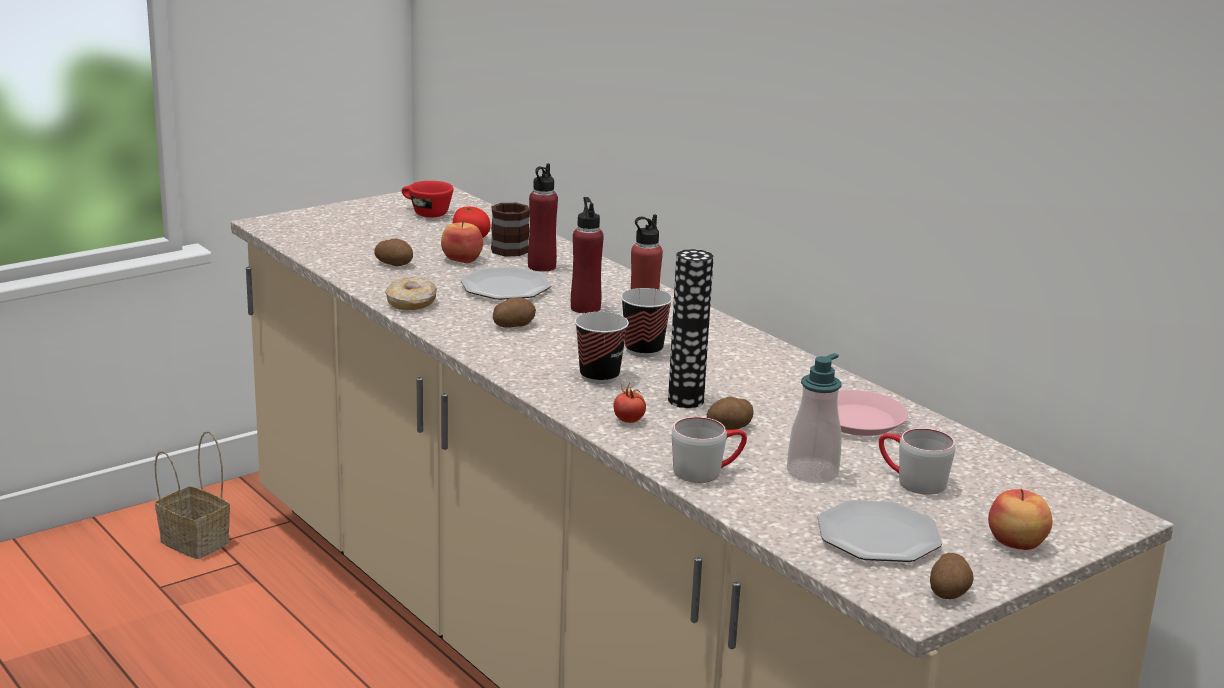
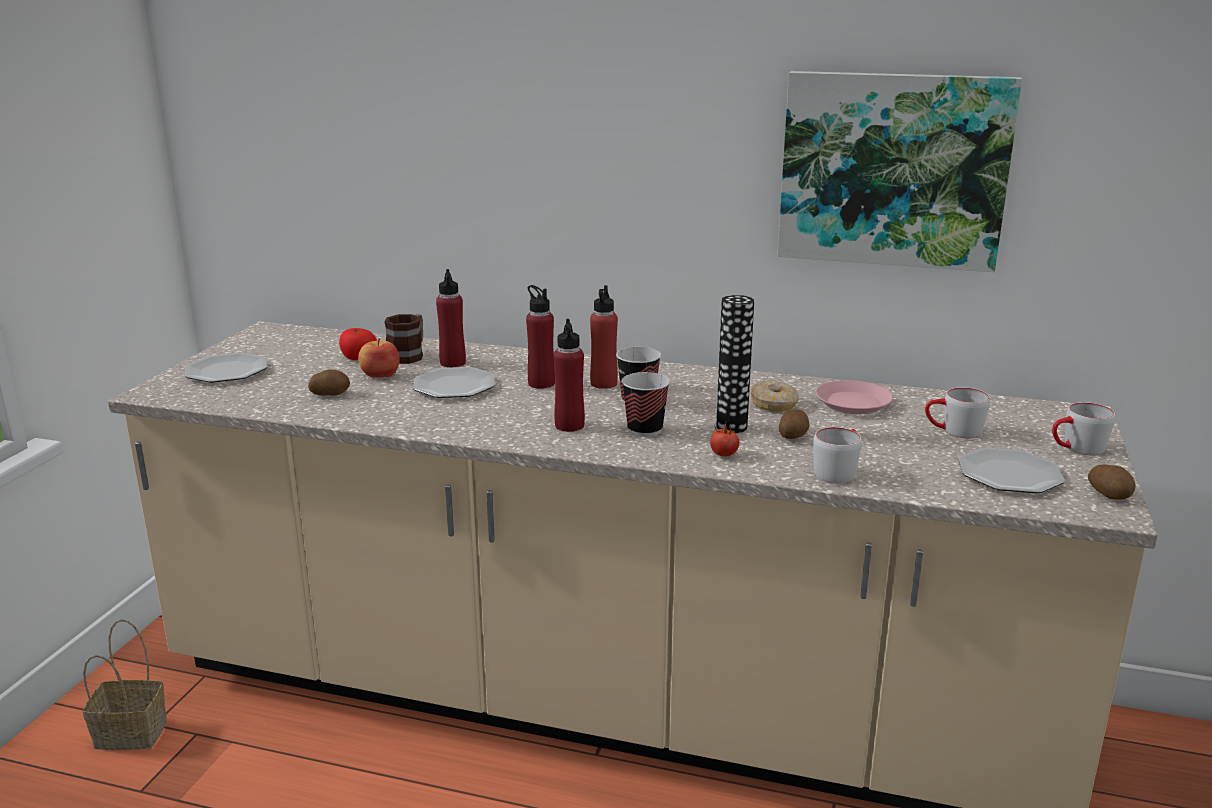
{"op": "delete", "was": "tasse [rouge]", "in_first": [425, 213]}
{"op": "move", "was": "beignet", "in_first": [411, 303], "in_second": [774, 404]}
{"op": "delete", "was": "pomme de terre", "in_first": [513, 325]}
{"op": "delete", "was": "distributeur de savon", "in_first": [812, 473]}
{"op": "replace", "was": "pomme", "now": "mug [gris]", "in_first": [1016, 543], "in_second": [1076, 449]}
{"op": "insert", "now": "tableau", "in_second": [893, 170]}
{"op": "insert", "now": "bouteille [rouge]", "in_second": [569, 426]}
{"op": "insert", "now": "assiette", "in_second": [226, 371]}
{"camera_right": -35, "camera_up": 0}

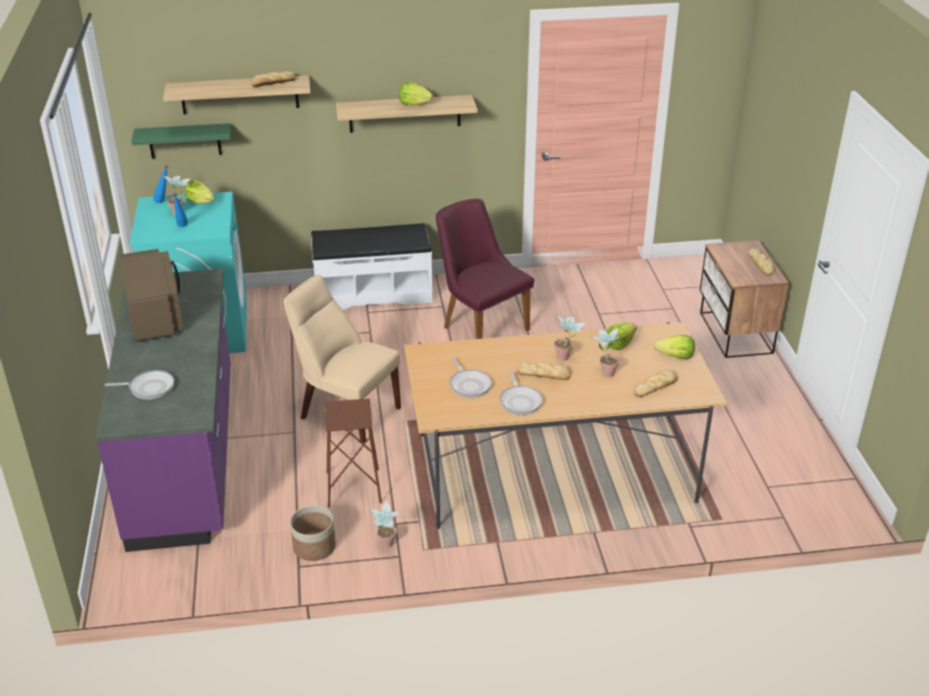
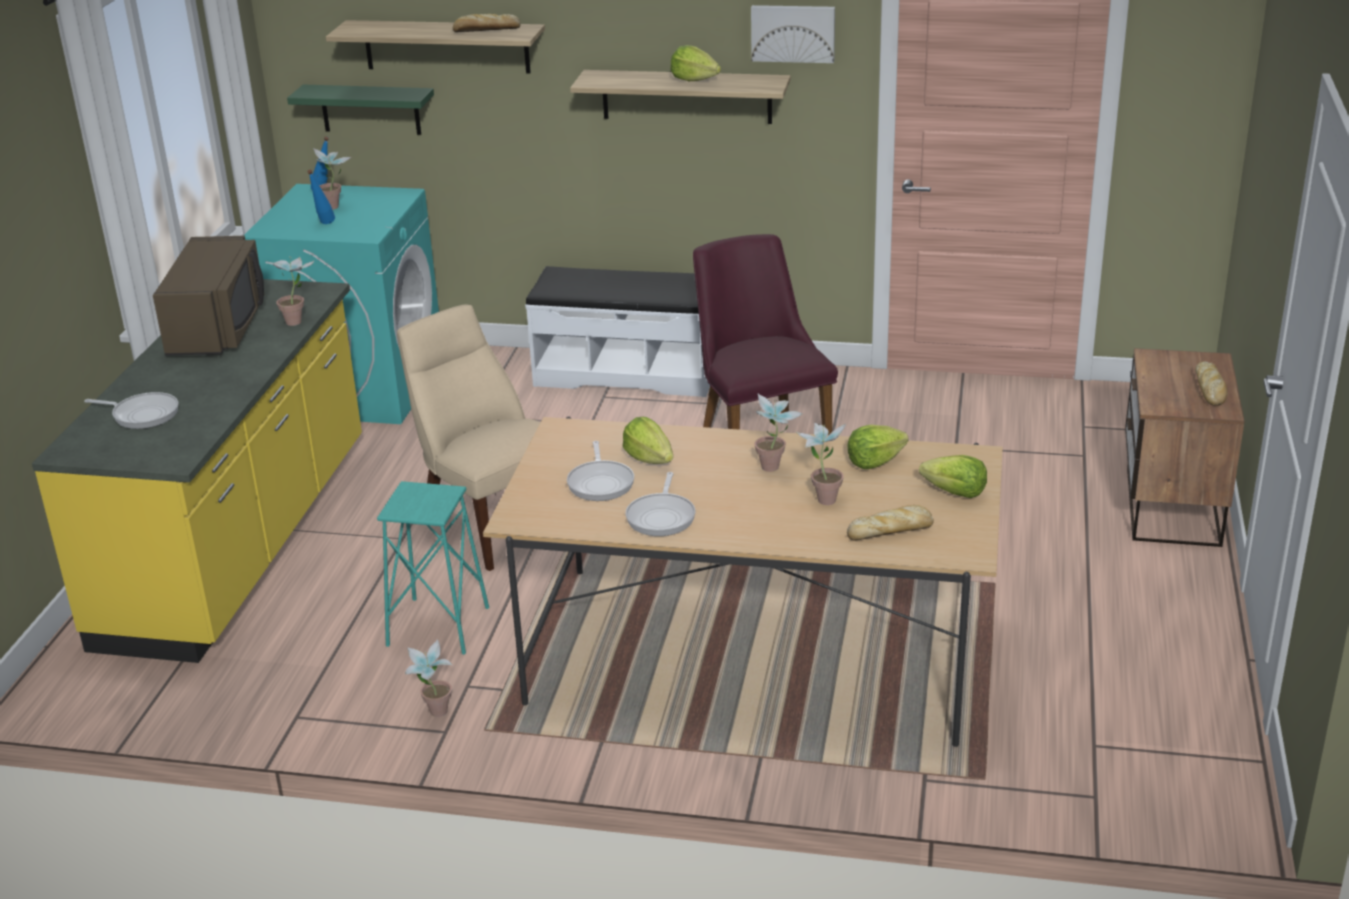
{"op": "move", "was": "laitue", "in_first": [200, 202], "in_second": [649, 459]}
{"op": "recolor", "was": "comptoir de cuisine [violet]", "now": "comptoir de cuisine [jaune]", "in_first": [186, 455], "in_second": [240, 544]}
{"op": "delete", "was": "pain", "in_first": [544, 375]}
{"op": "recolor", "was": "tabouret [marron]", "now": "tabouret [turquoise]", "in_first": [353, 487], "in_second": [438, 626]}
{"op": "delete", "was": "cache-pot", "in_first": [314, 546]}
{"op": "insert", "now": "tableau", "in_second": [793, 33]}
{"op": "insert", "now": "plante en pot", "in_second": [298, 320]}
{"camera_right": 20, "camera_up": -5}

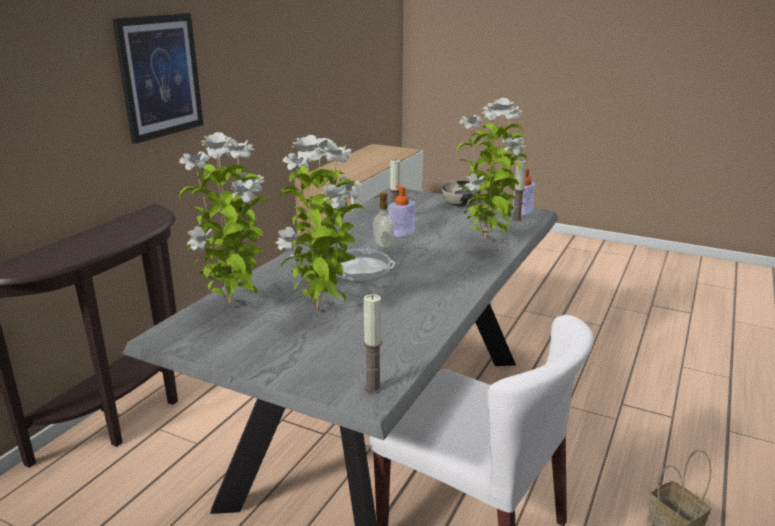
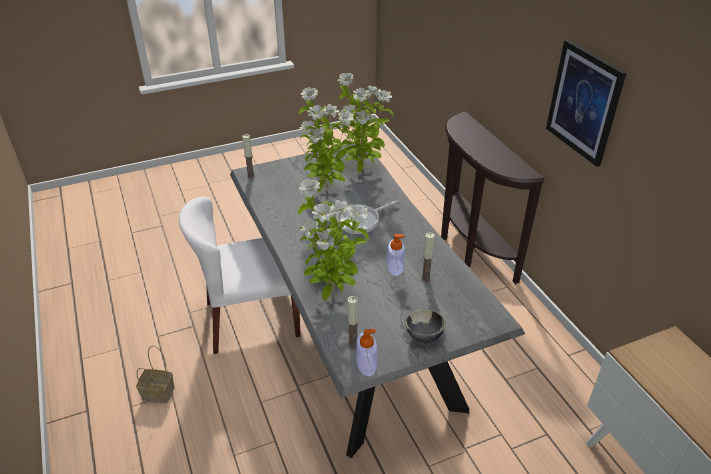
{"op": "delete", "was": "distributeur de savon", "in_first": [382, 245]}
{"camera_right": 130, "camera_up": 15}

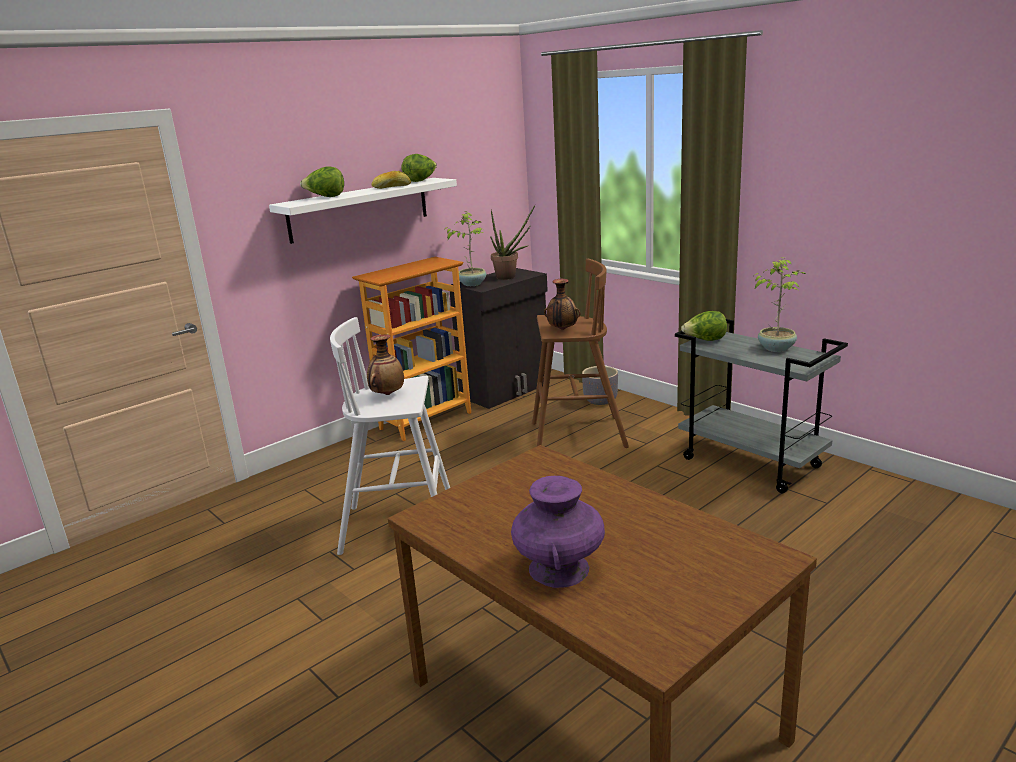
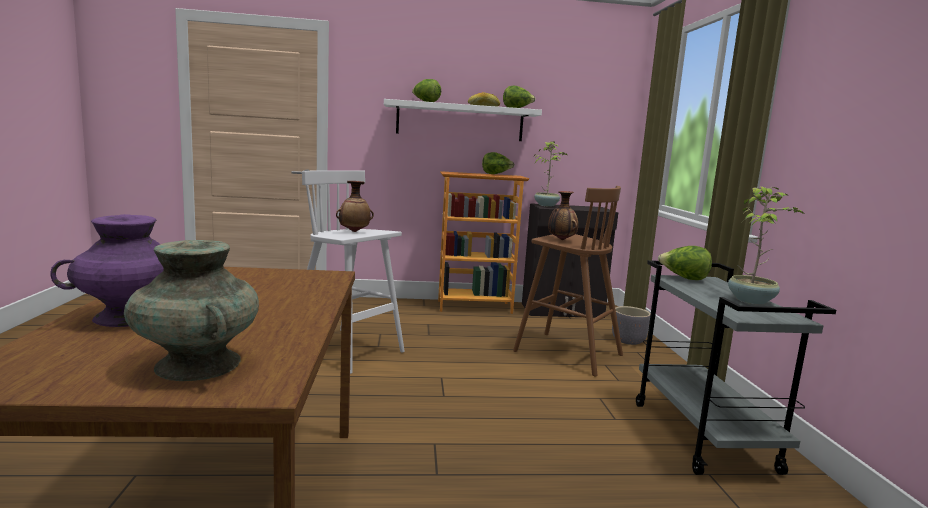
{"op": "delete", "was": "plante en pot", "in_first": [510, 277]}
{"op": "insert", "now": "laitue", "in_second": [496, 174]}
{"op": "insert", "now": "vase [turquoise]", "in_second": [198, 365]}
{"camera_right": 35, "camera_up": -10}

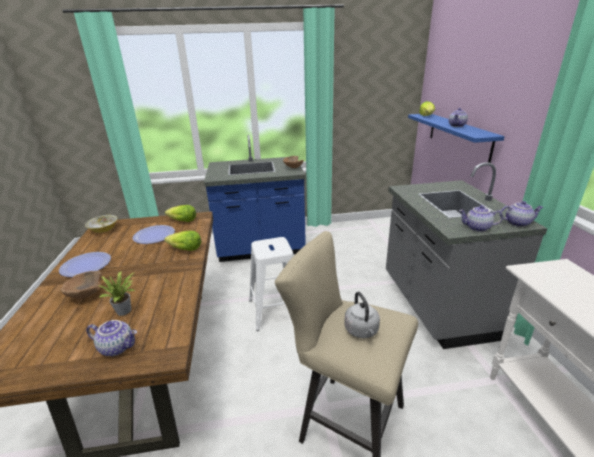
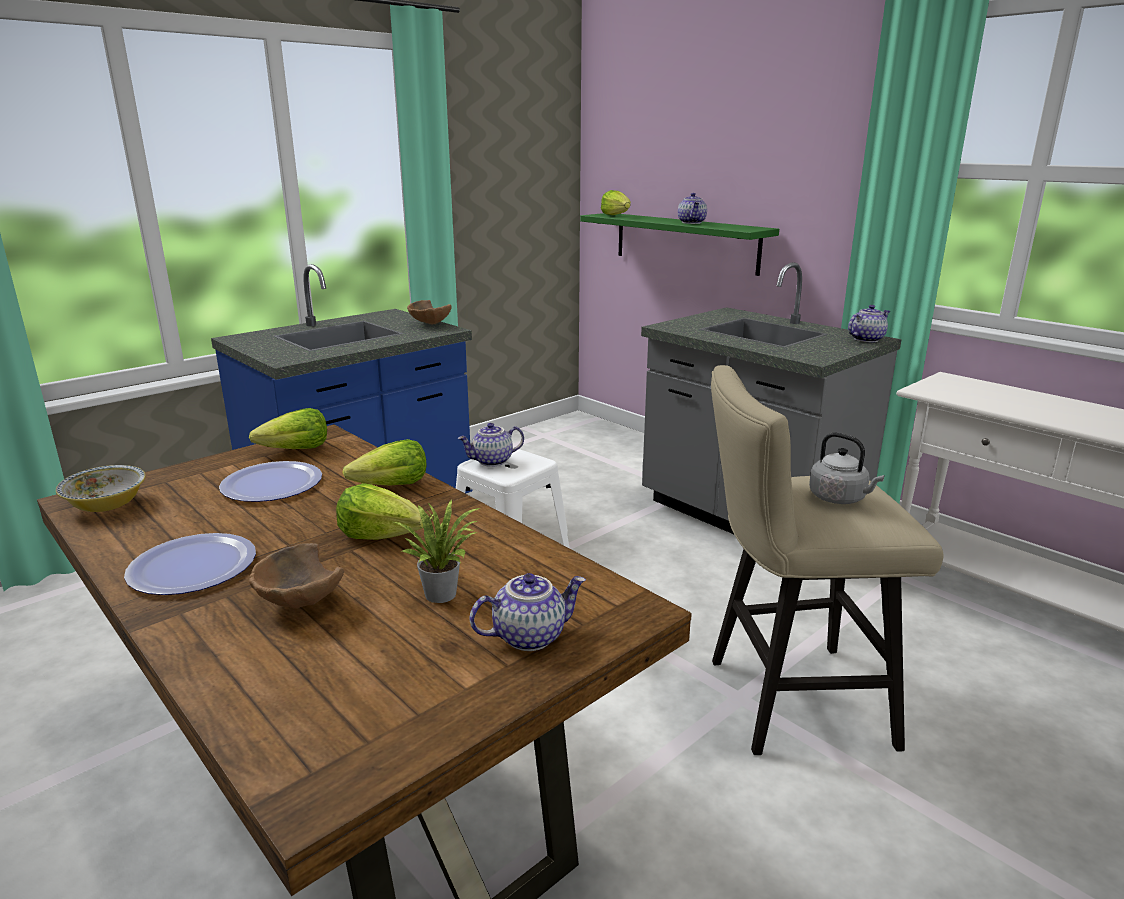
{"op": "recolor", "was": "étagère [bleu]", "now": "étagère [vert]", "in_first": [458, 136], "in_second": [685, 242]}
{"op": "move", "was": "théière", "in_first": [477, 228], "in_second": [492, 461]}
{"op": "insert", "now": "laitue", "in_second": [381, 535]}
{"camera_right": -35, "camera_up": -5}

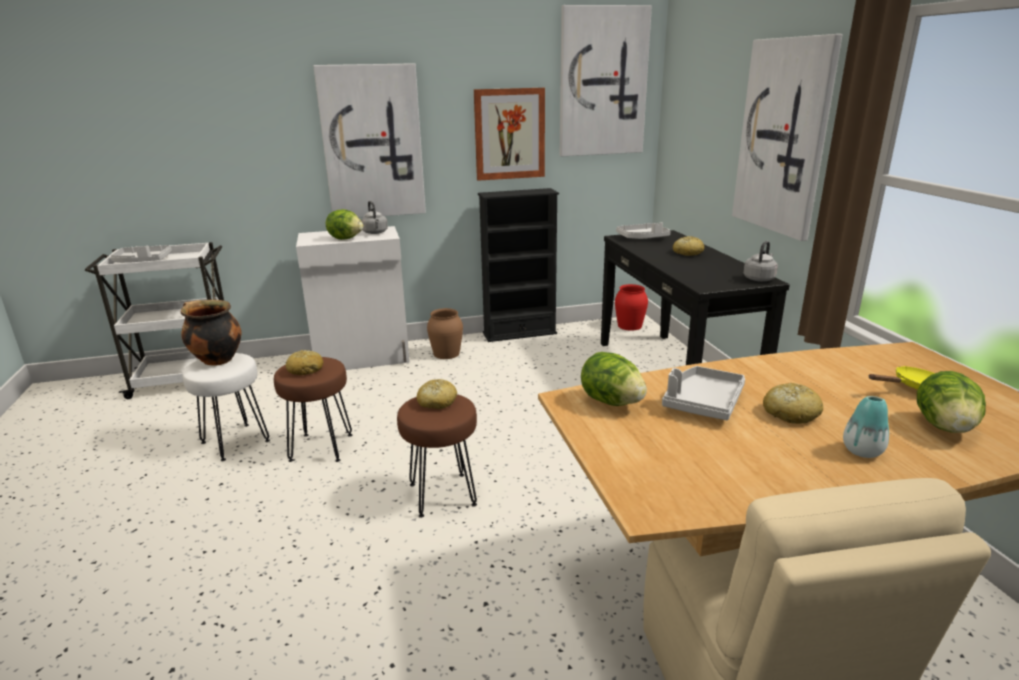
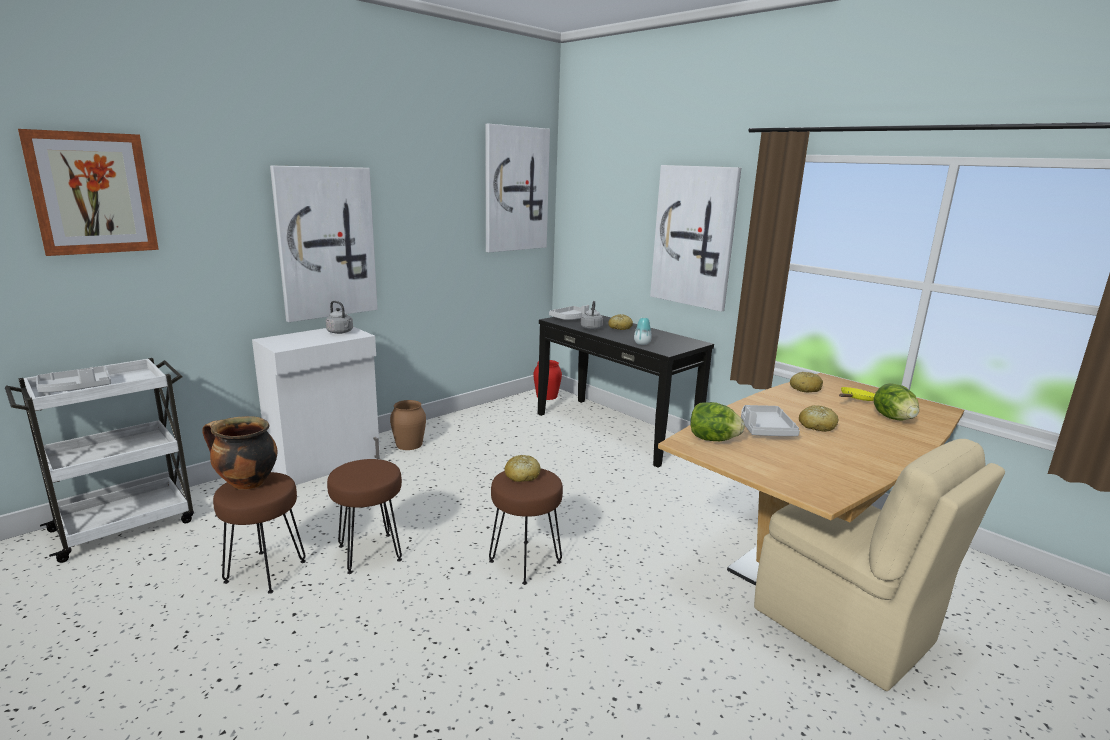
{"op": "move", "was": "tableau", "in_first": [509, 134], "in_second": [92, 193]}
{"op": "delete", "was": "bibliothèque [noir]", "in_first": [519, 333]}
{"op": "delete", "was": "laitue", "in_first": [346, 238]}
{"op": "move", "was": "bouilloire [gris]", "in_first": [759, 278], "in_second": [591, 328]}
{"op": "move", "was": "pain", "in_first": [306, 369], "in_second": [805, 389]}
{"op": "recolor", "was": "tabouret [blanc]", "now": "tabouret [marron]", "in_first": [235, 441], "in_second": [265, 571]}
{"op": "move", "was": "vase", "in_first": [862, 451], "in_second": [642, 343]}
{"camera_right": -30, "camera_up": -5}

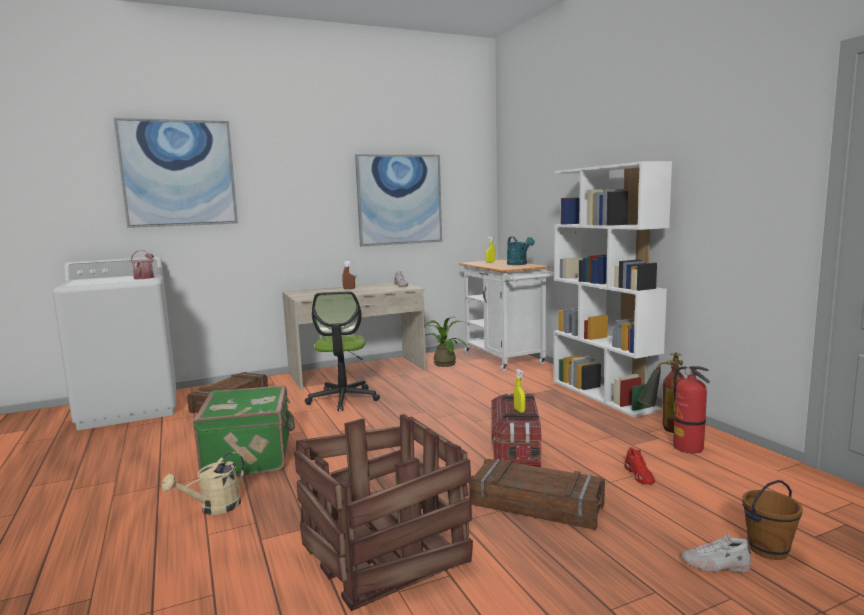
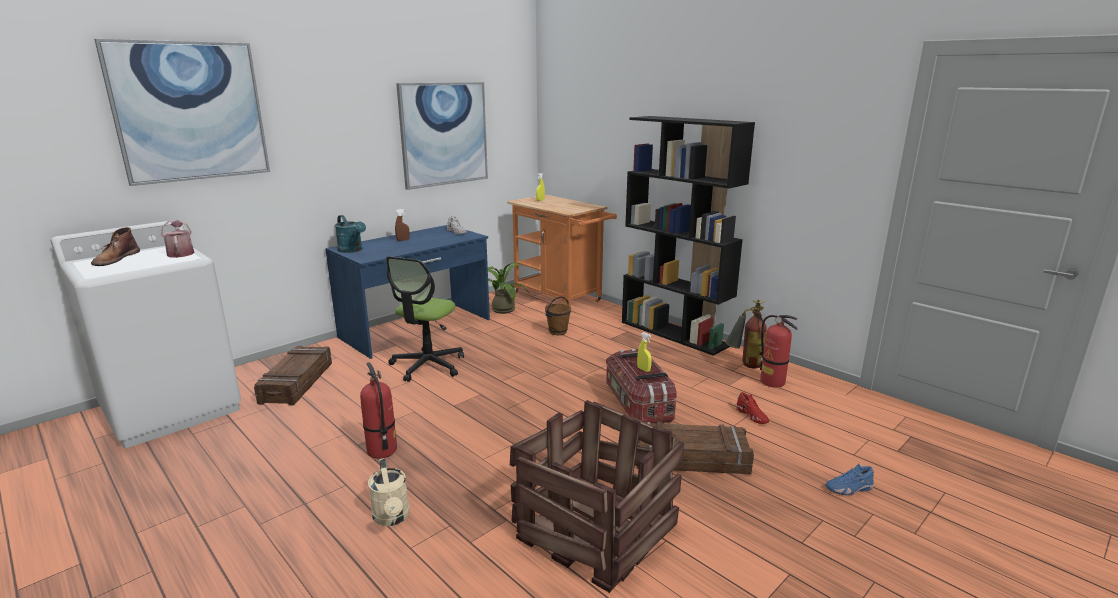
{"op": "recolor", "was": "bibliothèque [blanc]", "now": "bibliothèque [noir]", "in_first": [604, 395], "in_second": [675, 333]}
{"op": "move", "was": "arrosoir [turquoise]", "in_first": [519, 264], "in_second": [352, 250]}
{"op": "recolor", "was": "chariot [blanc]", "now": "chariot [orange]", "in_first": [506, 359], "in_second": [561, 299]}
{"op": "recolor", "was": "bureau [beige]", "now": "bureau [bleu]", "in_first": [357, 372], "in_second": [417, 328]}
{"op": "rotate", "was": "chaise de bureau", "in_first": [343, 399], "in_second": [427, 365], "clockwise": 45}
{"op": "replace", "was": "valise [vert]", "now": "extincteur", "in_first": [250, 456], "in_second": [381, 451]}
{"op": "rotate", "was": "arrosoir [beige]", "in_first": [213, 508], "in_second": [392, 518], "clockwise": -45}
{"op": "move", "was": "seau [marron]", "in_first": [768, 550], "in_second": [558, 332]}
{"op": "recolor", "was": "chaussure [blanc]", "now": "chaussure [bleu]", "in_first": [716, 565], "in_second": [849, 488]}
{"op": "insert", "now": "botte [marron]", "in_second": [115, 259]}
{"camera_right": -20, "camera_up": 10}

